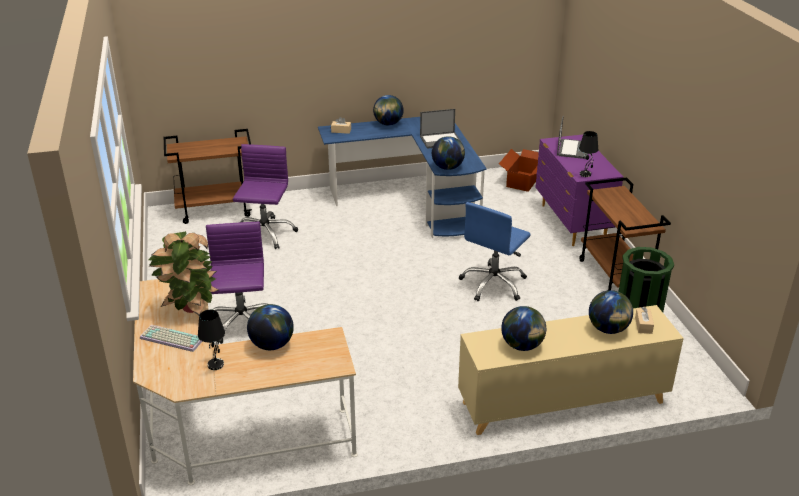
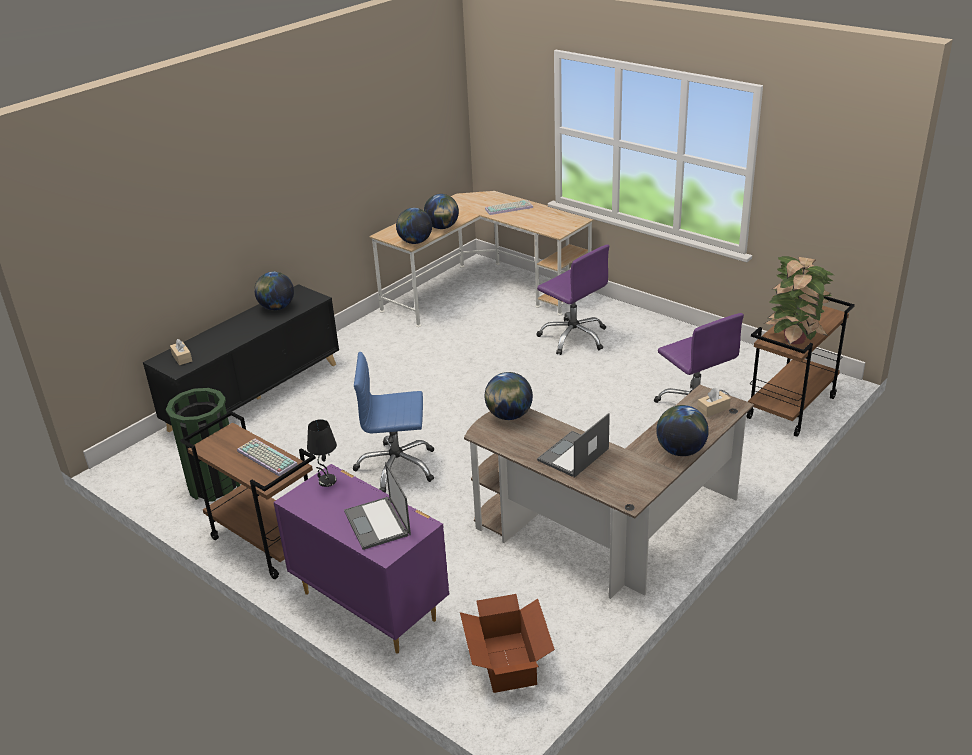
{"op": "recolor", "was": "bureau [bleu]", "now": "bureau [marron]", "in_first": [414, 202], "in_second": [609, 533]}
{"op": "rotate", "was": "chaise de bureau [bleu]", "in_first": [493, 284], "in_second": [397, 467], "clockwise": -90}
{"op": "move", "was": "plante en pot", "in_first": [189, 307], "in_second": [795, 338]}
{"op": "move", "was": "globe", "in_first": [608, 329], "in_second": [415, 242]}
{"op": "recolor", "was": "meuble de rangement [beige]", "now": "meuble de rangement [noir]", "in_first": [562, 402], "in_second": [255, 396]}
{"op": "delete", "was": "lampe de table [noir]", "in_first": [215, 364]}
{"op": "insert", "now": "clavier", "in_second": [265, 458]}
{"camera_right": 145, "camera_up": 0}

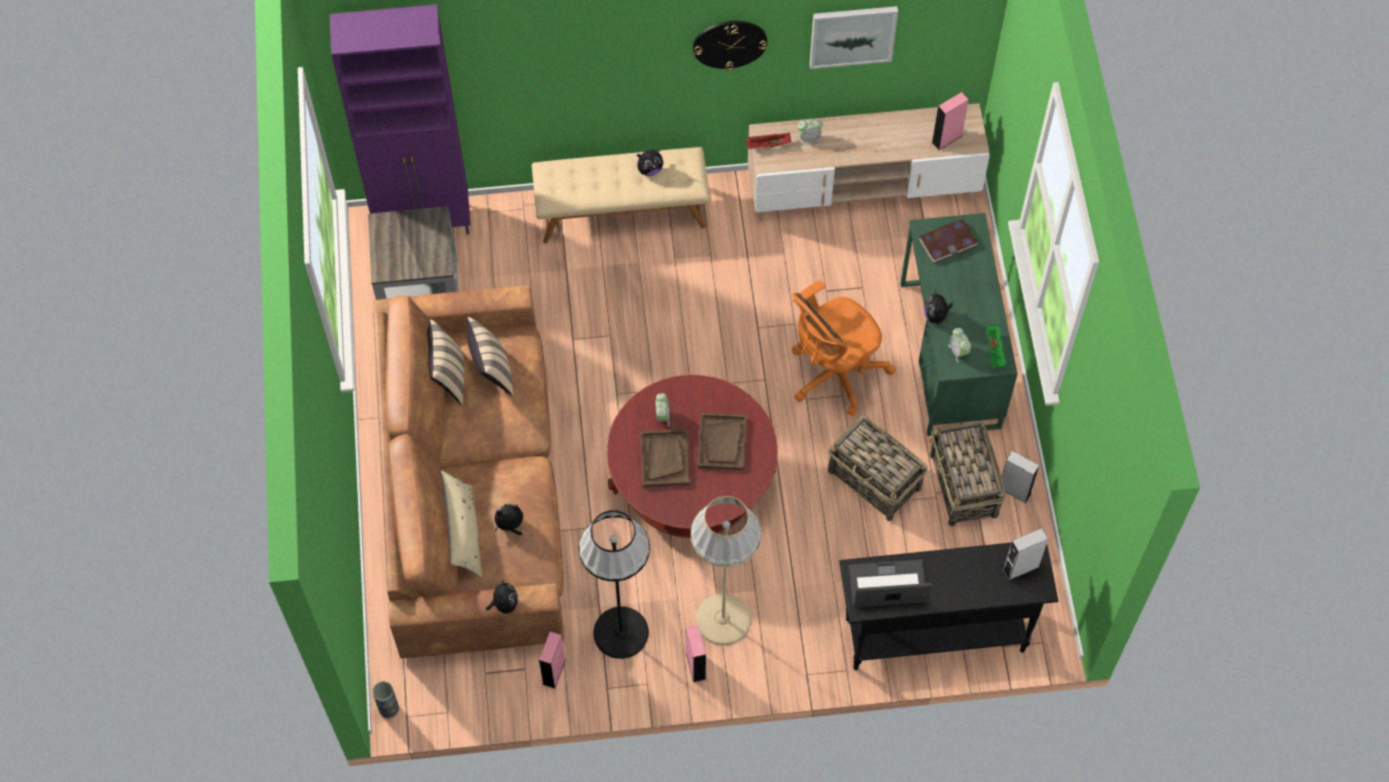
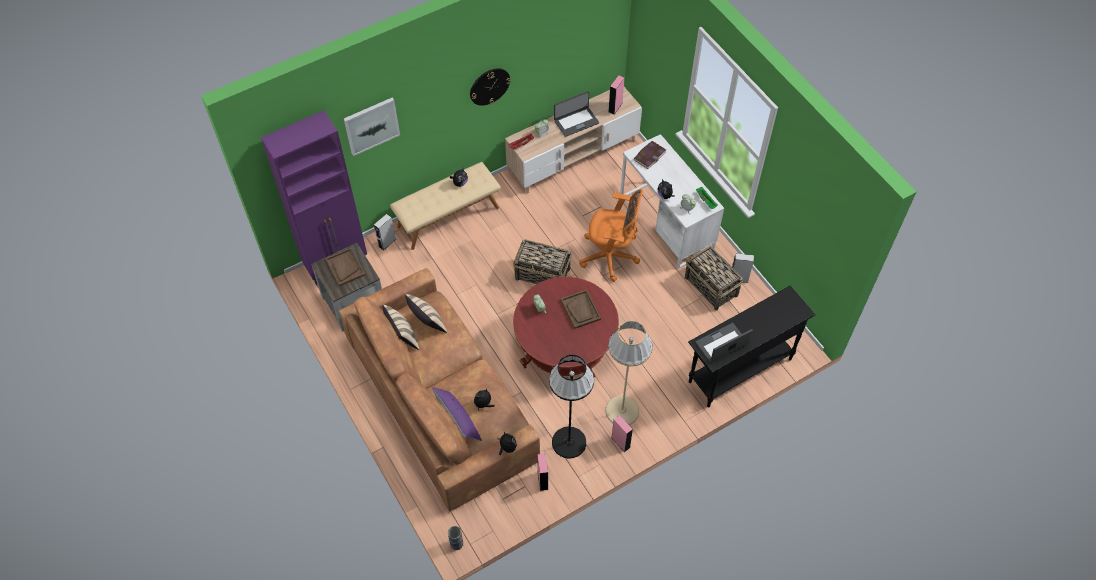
{"op": "move", "was": "tableau", "in_first": [852, 35], "in_second": [371, 125]}
{"op": "recolor", "was": "bureau [vert]", "now": "bureau [blanc]", "in_first": [949, 355], "in_second": [666, 223]}
{"op": "rotate", "was": "chaise de bureau [orange]", "in_first": [833, 375], "in_second": [611, 257], "clockwise": -105}
{"op": "move", "was": "panier", "in_first": [875, 480], "in_second": [543, 274]}
{"op": "move", "was": "plateau [marron]", "in_first": [664, 459], "in_second": [345, 267]}
{"op": "recolor", "was": "coussin [beige]", "now": "coussin [violet]", "in_first": [463, 533], "in_second": [457, 420]}
{"op": "move", "was": "enceinte [gris]", "in_first": [1020, 568], "in_second": [387, 243]}
{"op": "insert", "now": "ordinateur portable", "in_second": [576, 121]}
{"camera_right": -25, "camera_up": -5}

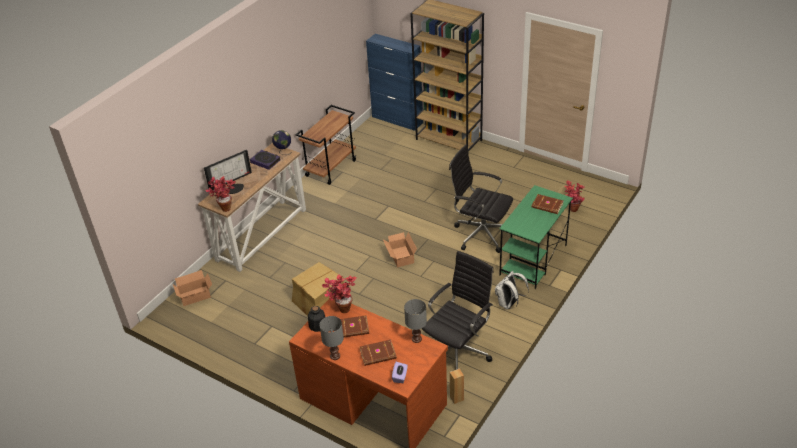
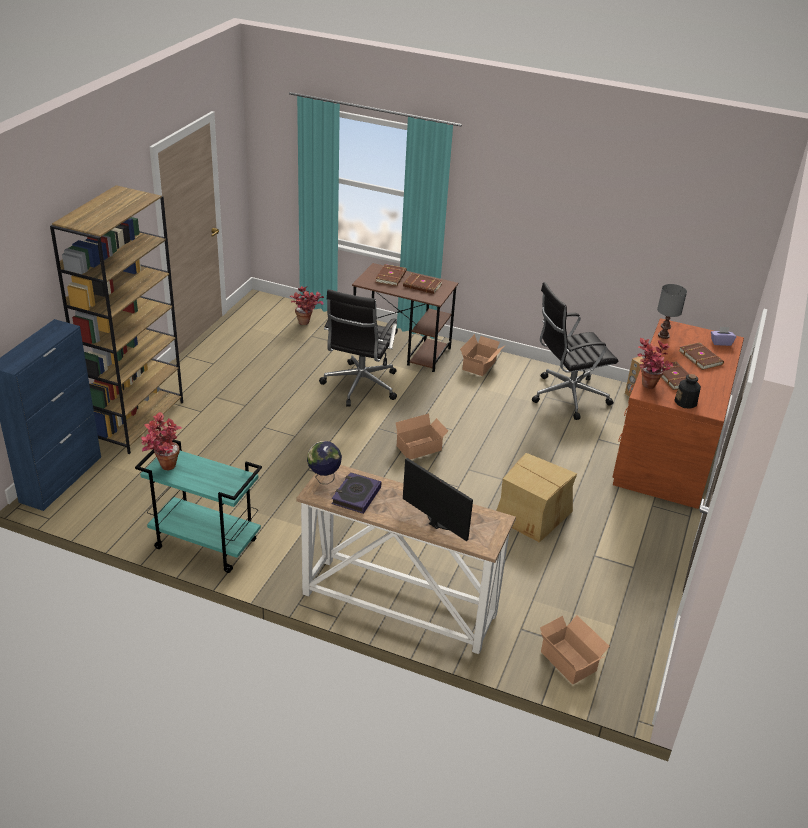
{"op": "recolor", "was": "chariot [marron]", "now": "chariot [turquoise]", "in_first": [331, 168], "in_second": [204, 544]}
{"op": "move", "was": "plante en pot", "in_first": [224, 207], "in_second": [163, 468]}
{"op": "recolor", "was": "bureau [vert]", "now": "bureau [marron]", "in_first": [533, 260], "in_second": [402, 350]}
{"op": "rotate", "was": "chaise de bureau [noir]", "in_first": [458, 351], "in_second": [567, 396], "clockwise": -45}
{"op": "replace", "was": "sac à dos [blanc]", "now": "carton", "in_first": [509, 304], "in_second": [481, 365]}
{"op": "delete", "was": "lampe de table [gris]", "in_first": [334, 356]}
{"op": "insert", "now": "livre [marron]", "in_second": [422, 286]}
{"camera_right": -105, "camera_up": -5}

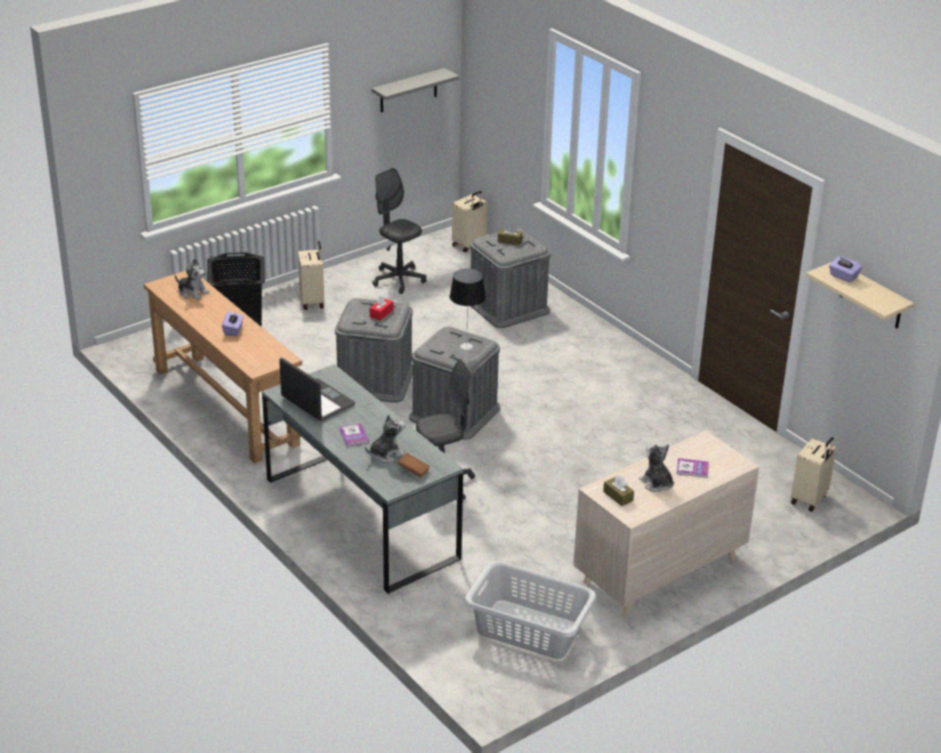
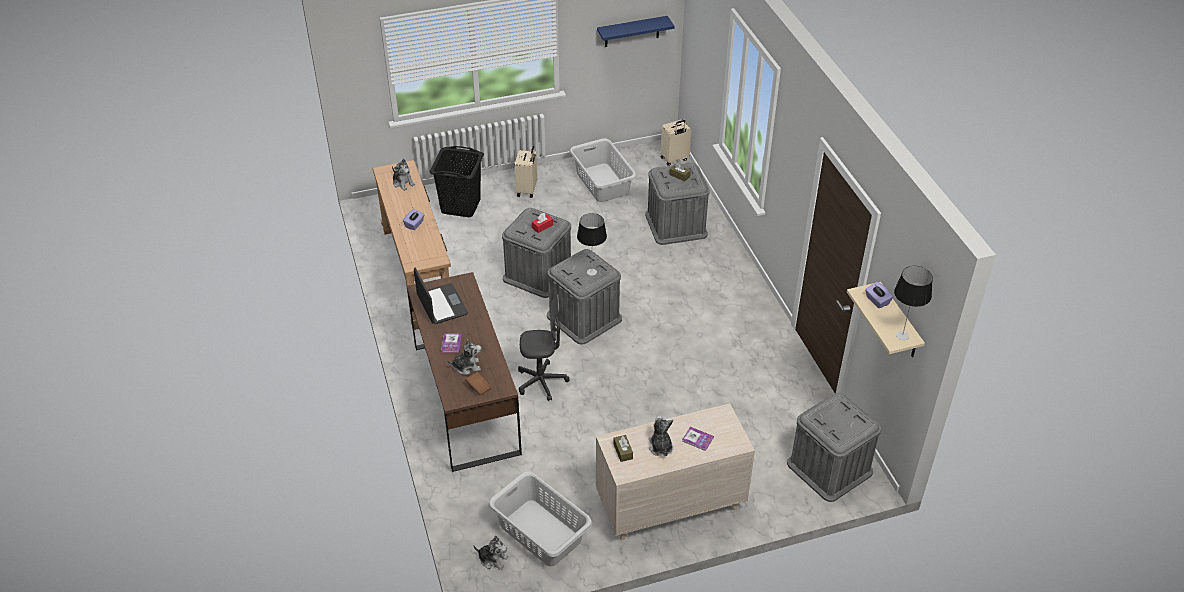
{"op": "recolor", "was": "étagère [gris]", "now": "étagère [bleu]", "in_first": [408, 91], "in_second": [632, 31]}
{"op": "replace", "was": "chaise de bureau [gris]", "now": "panier à linge [gris]", "in_first": [398, 280], "in_second": [602, 182]}
{"op": "recolor", "was": "bureau [gris]", "now": "bureau [marron]", "in_first": [361, 518], "in_second": [466, 398]}
{"op": "replace", "was": "valise [beige]", "now": "boîte de rangement [gris]", "in_first": [810, 500], "in_second": [829, 467]}
{"op": "insert", "now": "lampe de table", "in_second": [902, 335]}
{"op": "insert", "now": "peluche", "in_second": [493, 559]}
{"camera_right": 20, "camera_up": 10}

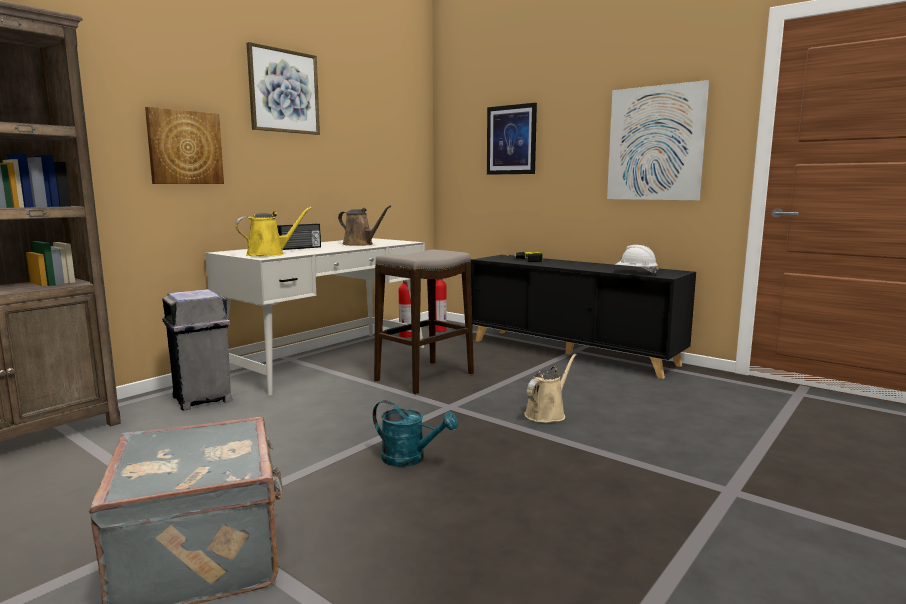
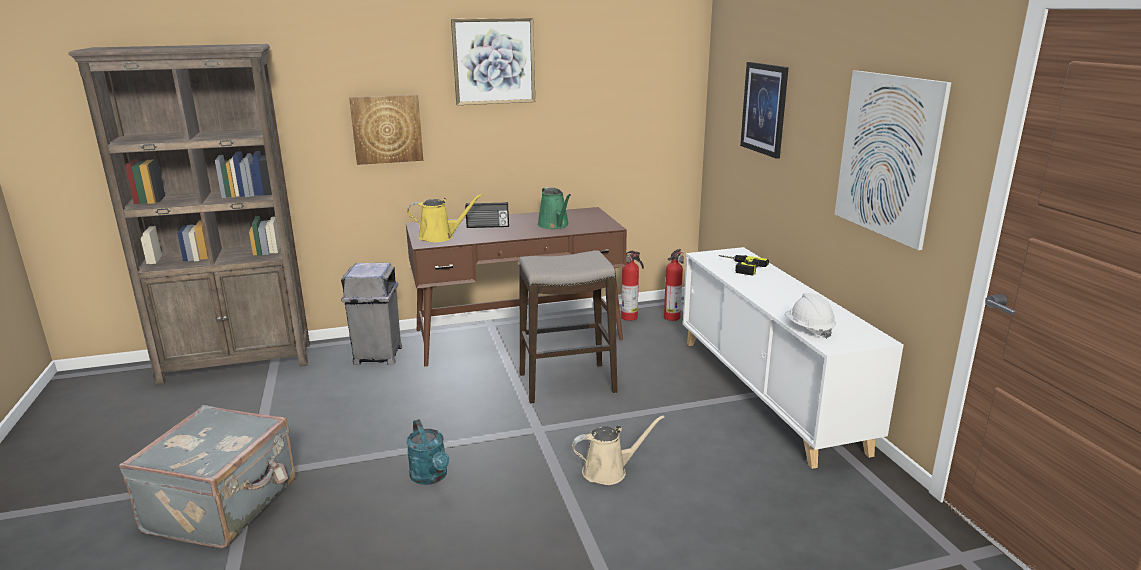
{"op": "recolor", "was": "arrosoir [marron]", "now": "arrosoir [vert]", "in_first": [360, 244], "in_second": [554, 225]}
{"op": "recolor", "was": "bureau [blanc]", "now": "bureau [marron]", "in_first": [329, 360], "in_second": [518, 335]}
{"op": "recolor", "was": "meuble de rangement [noir]", "now": "meuble de rangement [blanc]", "in_first": [572, 352], "in_second": [768, 392]}
{"camera_right": 35, "camera_up": 10}

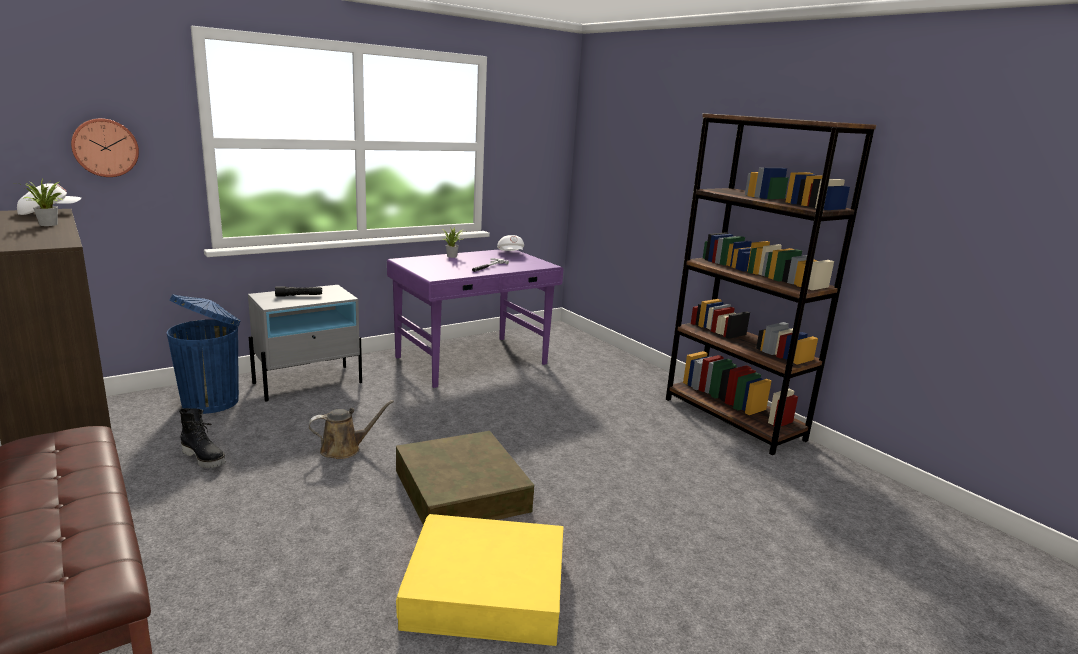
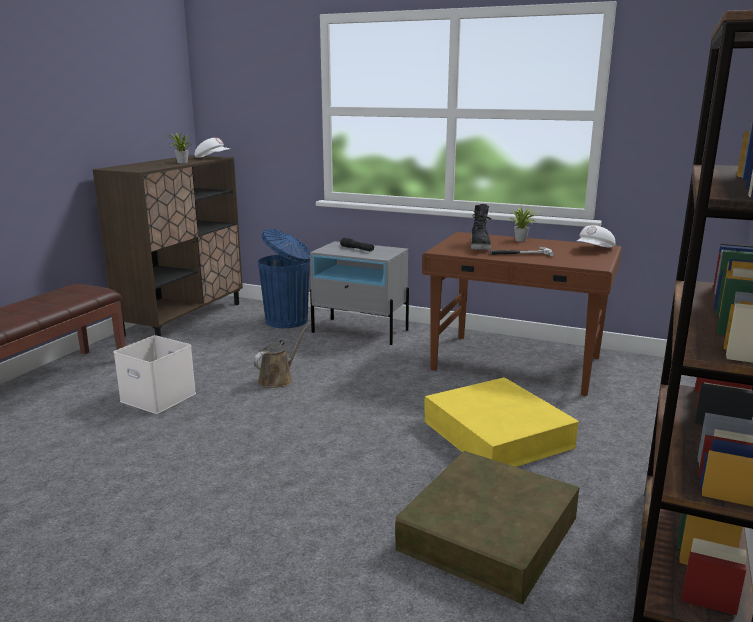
{"op": "delete", "was": "horloge murale", "in_first": [105, 147]}
{"op": "recolor", "was": "bureau [violet]", "now": "bureau [marron]", "in_first": [473, 361], "in_second": [517, 364]}
{"op": "rotate", "was": "arrosoir [marron]", "in_first": [344, 449], "in_second": [278, 379], "clockwise": -90}
{"op": "move", "was": "botte [noir]", "in_first": [204, 458], "in_second": [480, 247]}
{"op": "move", "was": "boîte de rangement [marron]", "in_first": [461, 490], "in_second": [489, 533]}
{"op": "move", "was": "boîte de rangement [jaune]", "in_first": [486, 589], "in_second": [496, 434]}
{"op": "insert", "now": "boîte de rangement [blanc]", "in_second": [156, 397]}
{"camera_right": 60, "camera_up": 0}

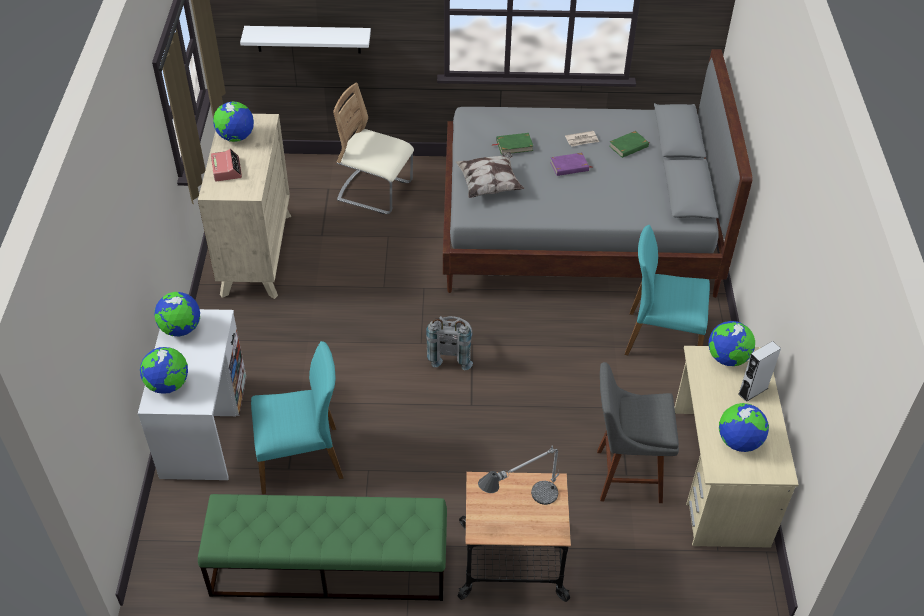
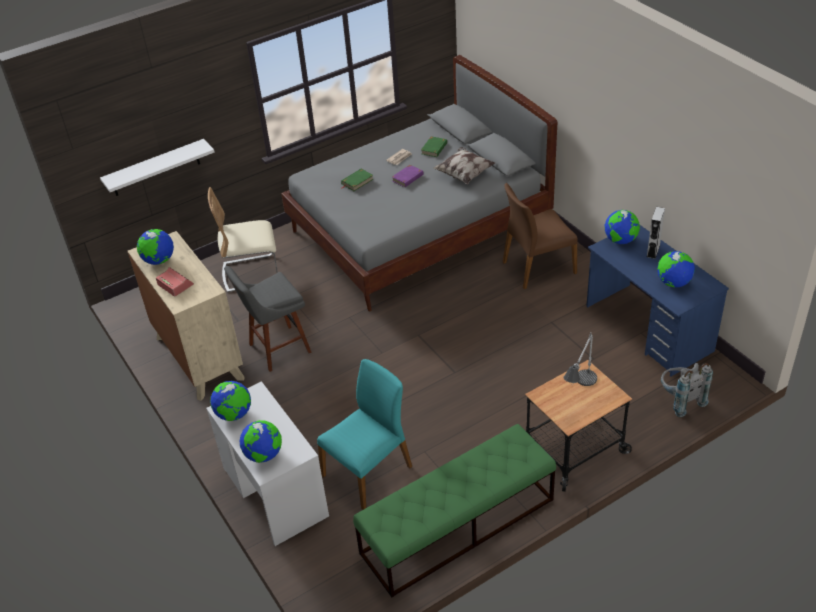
{"op": "move", "was": "coussin", "in_first": [489, 185], "in_second": [464, 174]}
{"op": "recolor", "was": "chaise [turquoise]", "now": "chaise [marron]", "in_first": [662, 338], "in_second": [537, 267]}
{"op": "move", "was": "sac à dos [gris]", "in_first": [450, 353], "in_second": [680, 400]}
{"op": "recolor", "was": "bureau [beige]", "now": "bureau [bleu]", "in_first": [719, 477], "in_second": [648, 329]}
{"op": "move", "was": "tabouret [gris]", "in_first": [624, 476], "in_second": [276, 349]}
{"camera_right": -30, "camera_up": -5}

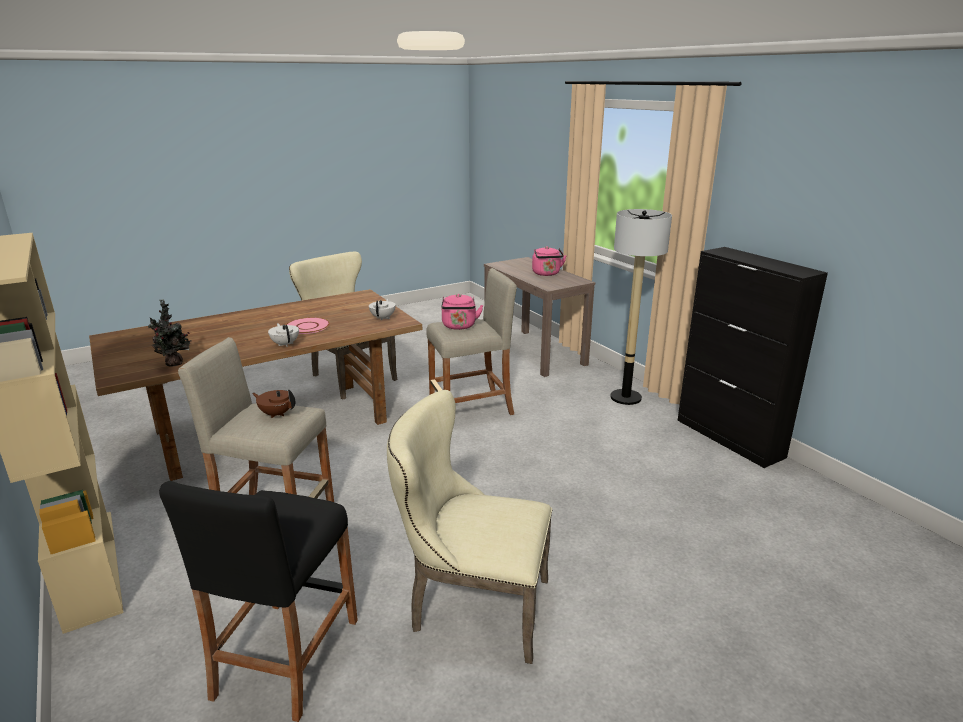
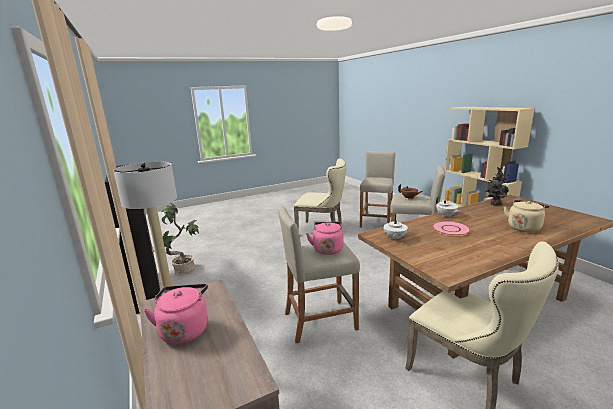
{"op": "recolor", "was": "tabouret [noir]", "now": "tabouret [beige]", "in_first": [286, 657], "in_second": [376, 222]}
{"op": "insert", "now": "bouilloire [beige]", "in_second": [524, 227]}
{"op": "insert", "now": "plante en pot", "in_second": [184, 269]}
{"camera_right": -175, "camera_up": -5}

